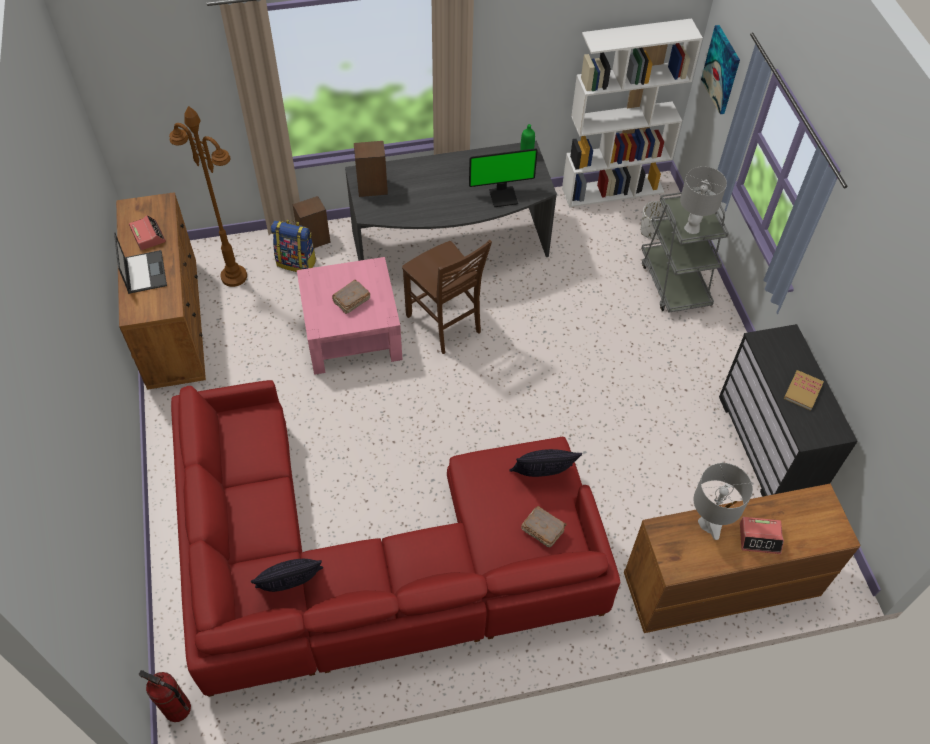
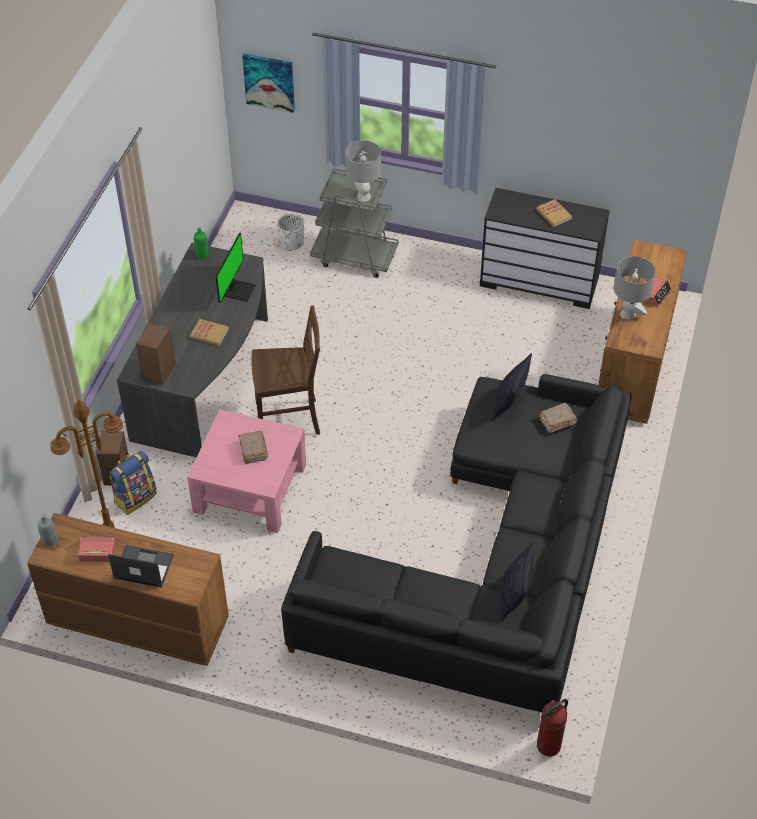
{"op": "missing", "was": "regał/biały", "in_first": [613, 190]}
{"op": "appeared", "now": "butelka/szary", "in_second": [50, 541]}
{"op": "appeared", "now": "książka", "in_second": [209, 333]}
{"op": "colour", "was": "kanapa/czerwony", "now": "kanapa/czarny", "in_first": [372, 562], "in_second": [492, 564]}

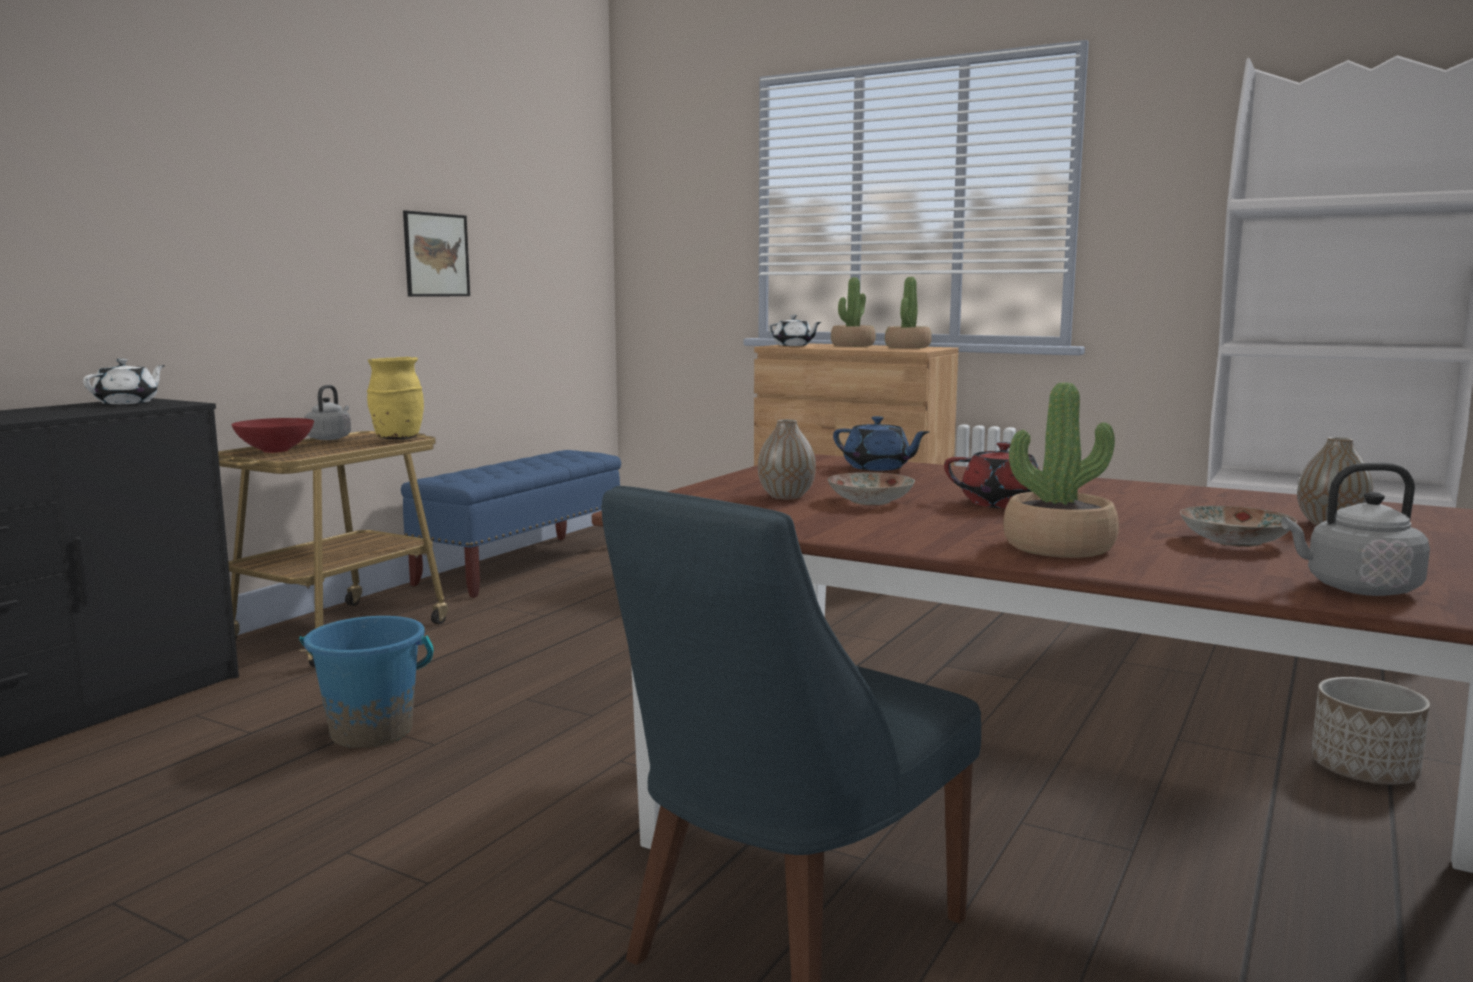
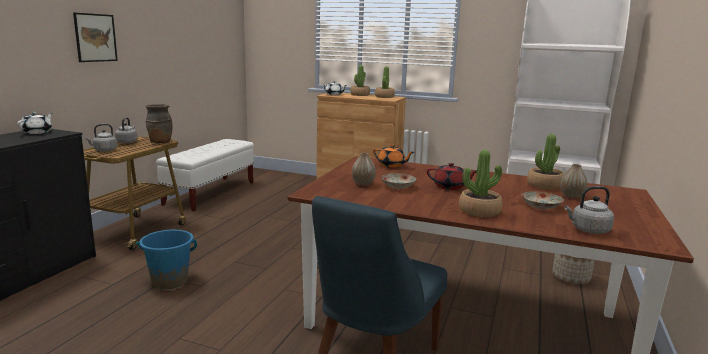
{"op": "appeared", "now": "roślina doniczkowa", "in_second": [544, 185]}
{"op": "relocated", "was": "obraz", "in_first": [436, 255], "in_second": [95, 37]}
{"op": "exchanged", "was": "miska/czerwony", "now": "czajnik/szary", "in_first": [274, 451], "in_second": [104, 150]}
{"op": "colour", "was": "wazon/żółty", "now": "wazon/brązowy", "in_first": [397, 438], "in_second": [160, 142]}
{"op": "colour", "was": "ławka/niebieski", "now": "ławka/biały", "in_first": [522, 565], "in_second": [211, 193]}
{"op": "colour", "was": "imbryk/niebieski", "now": "imbryk/pomarańczowy", "in_first": [878, 468], "in_second": [392, 165]}

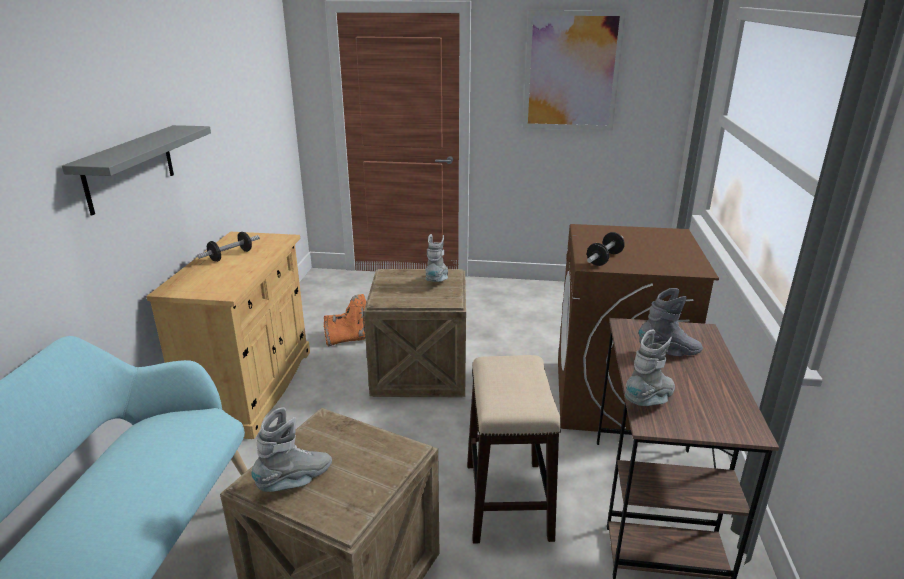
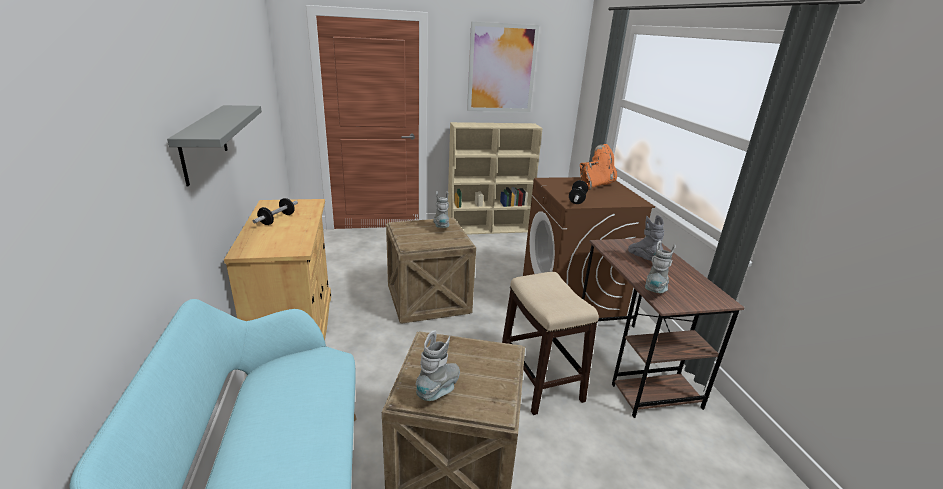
{"op": "appeared", "now": "regał/beżowy", "in_second": [489, 229]}
{"op": "relocated", "was": "but z cholewką/pomarańczowy", "in_first": [350, 339], "in_second": [595, 185]}
{"op": "spun", "was": "but z cholewką/szary", "in_first": [669, 353], "in_second": [643, 259], "clockwise": -75}

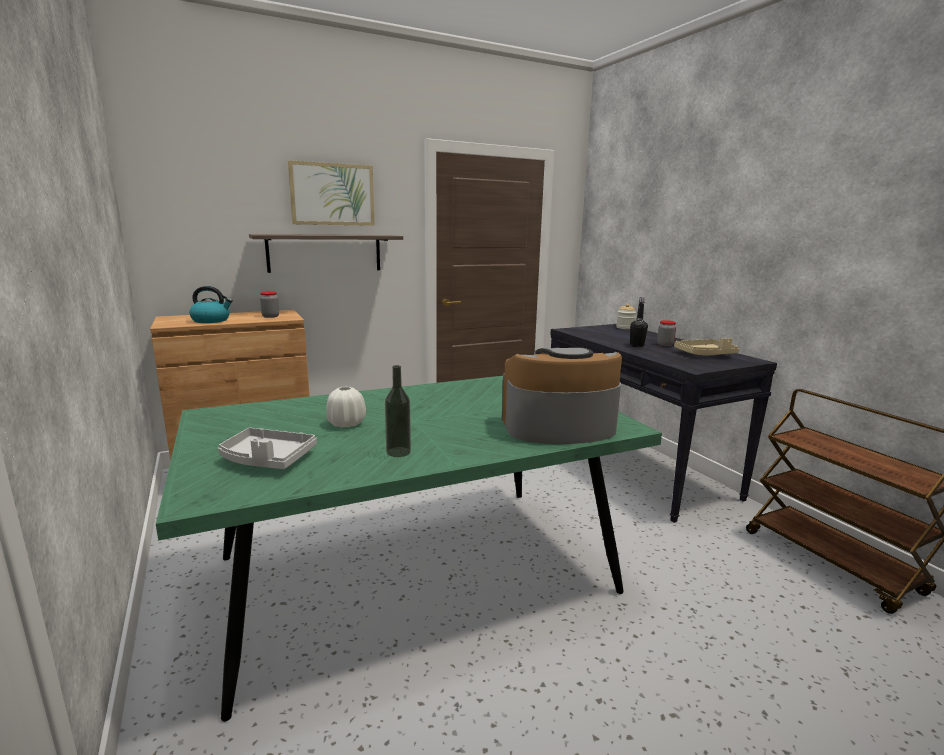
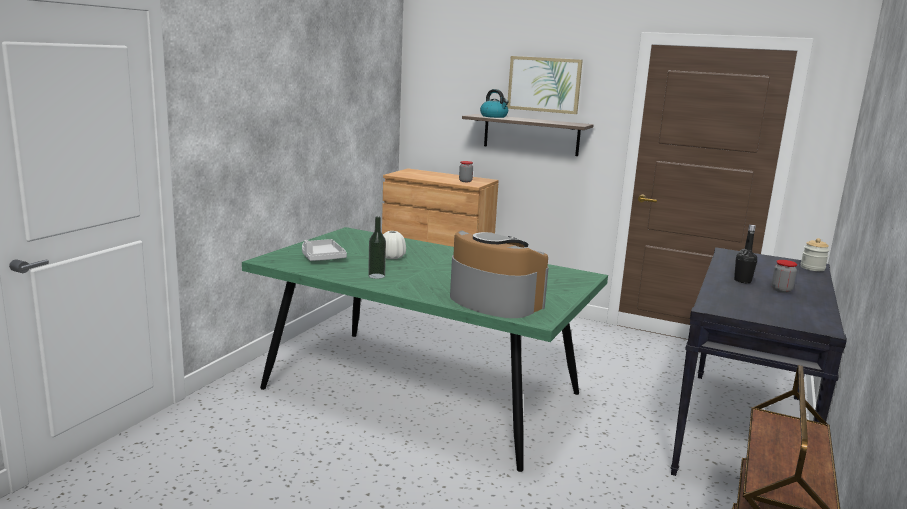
{"op": "missing", "was": "taca/beżowy", "in_first": [705, 354]}
{"op": "relocated", "was": "czajnik", "in_first": [211, 320], "in_second": [494, 116]}

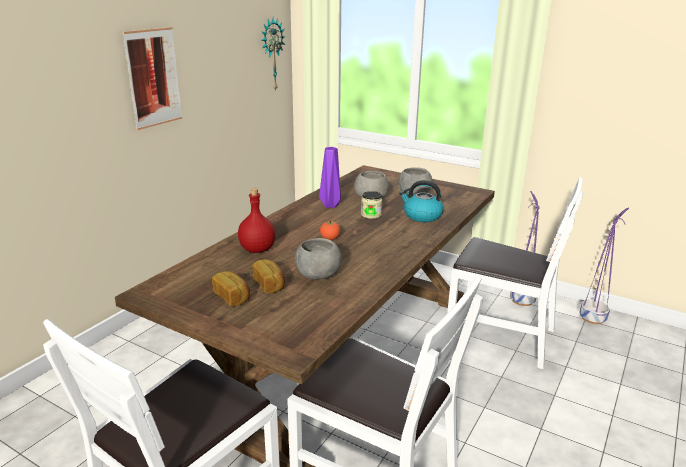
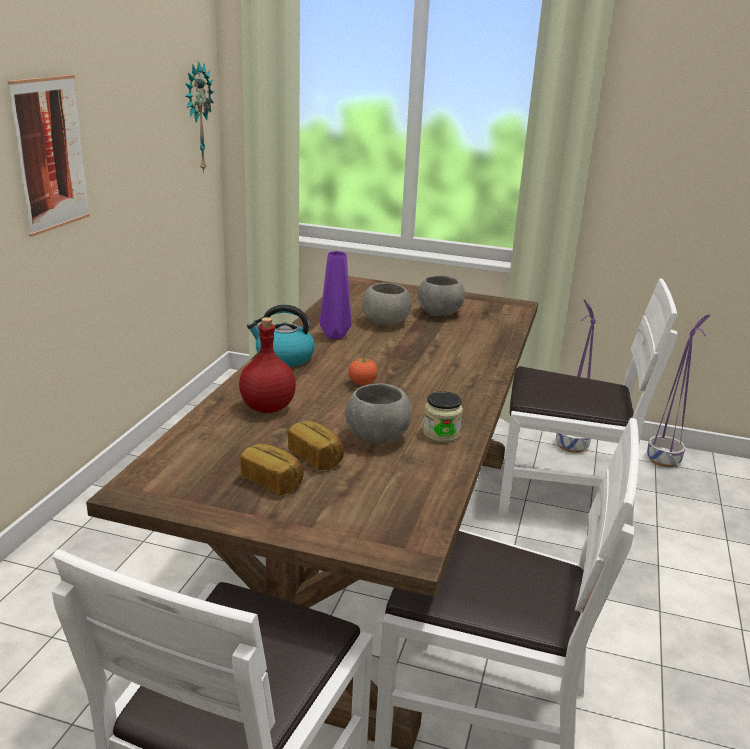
{"op": "relocated", "was": "słoik", "in_first": [371, 215], "in_second": [441, 433]}
{"op": "relocated", "was": "czajnik", "in_first": [422, 216], "in_second": [283, 358]}

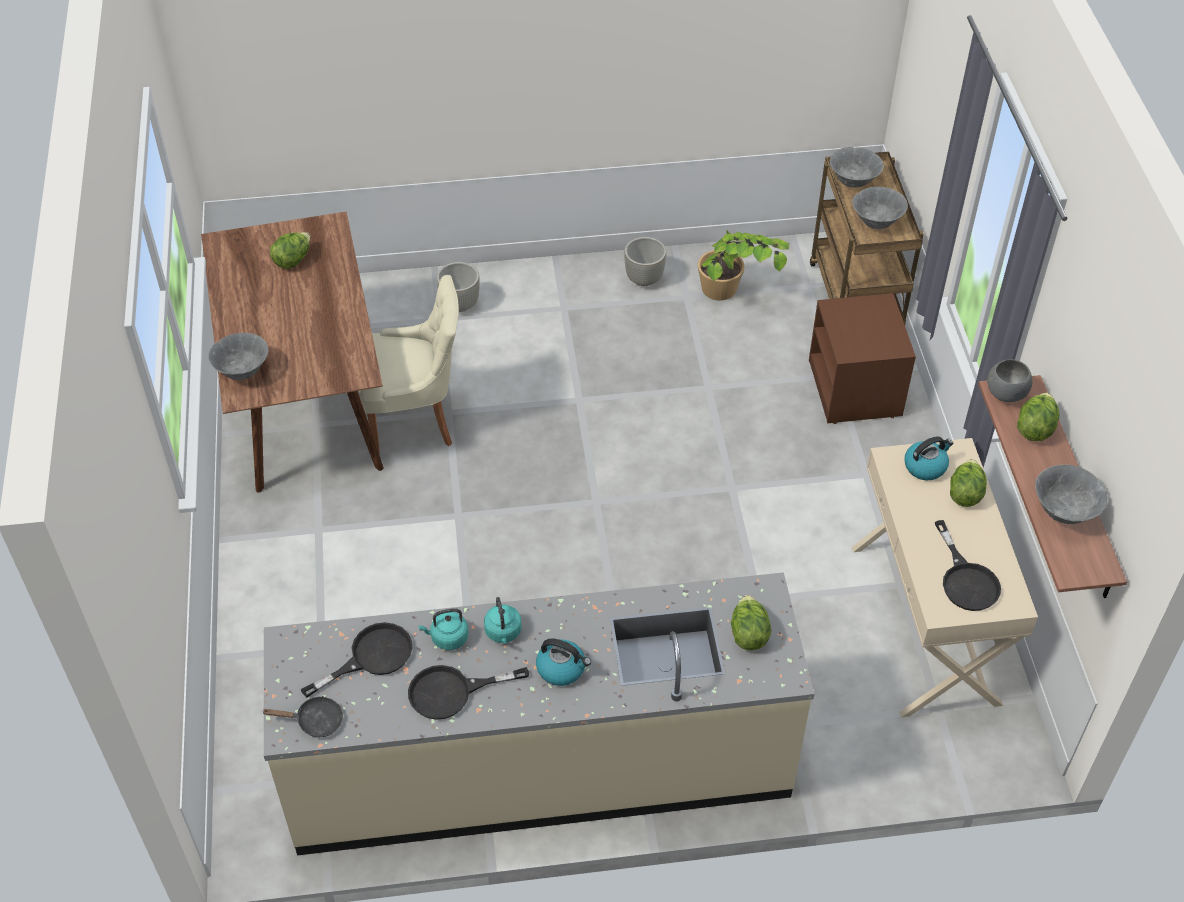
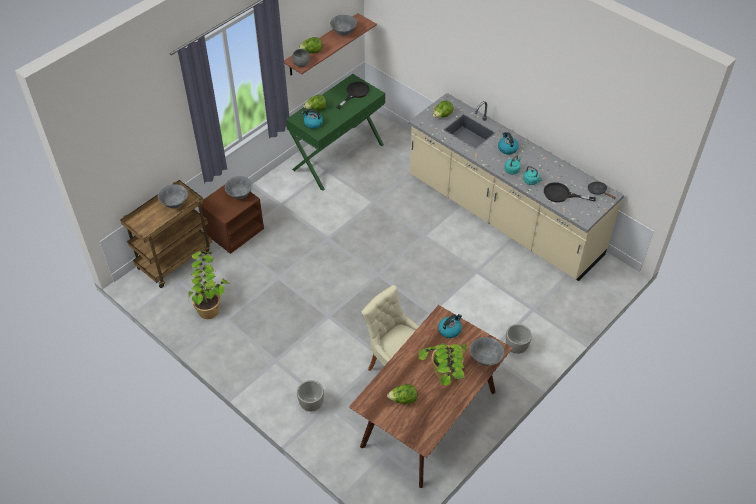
{"op": "missing", "was": "patelnia/czarny", "in_first": [452, 692]}
{"op": "appeared", "now": "roślina doniczkowa", "in_second": [444, 381]}
{"op": "appeared", "now": "czajnik", "in_second": [449, 330]}
{"op": "relocated", "was": "donica/szary", "in_first": [644, 279], "in_second": [516, 348]}
{"op": "relocated", "was": "miska/szary", "in_first": [853, 182], "in_second": [240, 195]}
{"op": "colour", "was": "stolik konsolowy/beżowy", "now": "stolik konsolowy/zielony", "in_first": [925, 623], "in_second": [338, 156]}

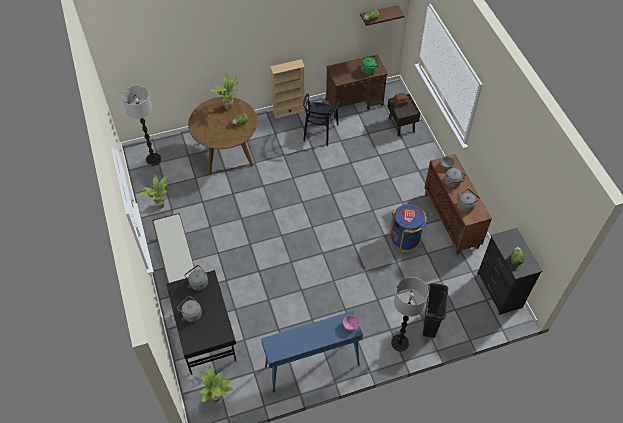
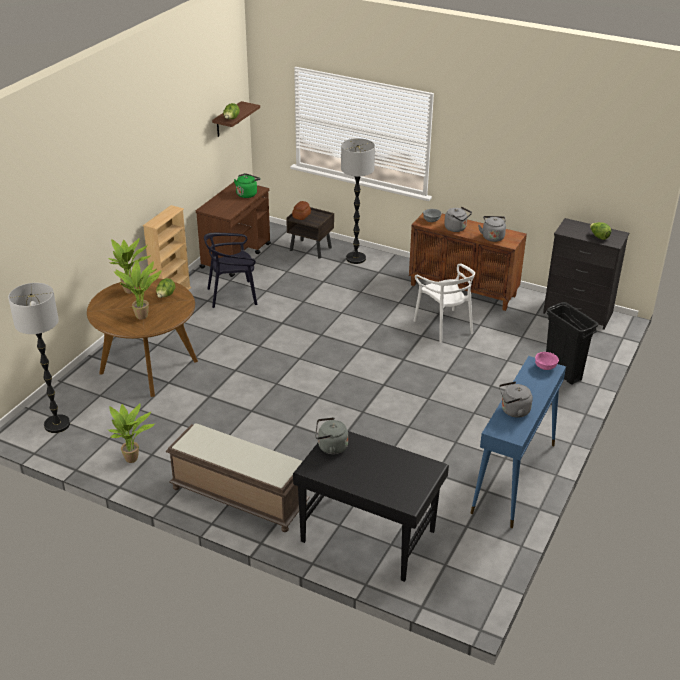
{"op": "relocated", "was": "czajnik/szary", "in_first": [191, 314], "in_second": [513, 411]}
{"op": "relocated", "was": "roślina doniczkowa", "in_first": [217, 398], "in_second": [143, 316]}
{"op": "relocated", "was": "lampa stojąca", "in_first": [400, 343], "in_second": [356, 258]}
{"op": "exchanged", "was": "kosz na śmieci/niebieski", "now": "krzesło/biały", "in_first": [405, 238], "in_second": [444, 326]}
{"op": "spun", "was": "krzesło/czarny", "in_first": [319, 131], "in_second": [232, 295], "clockwise": 105}

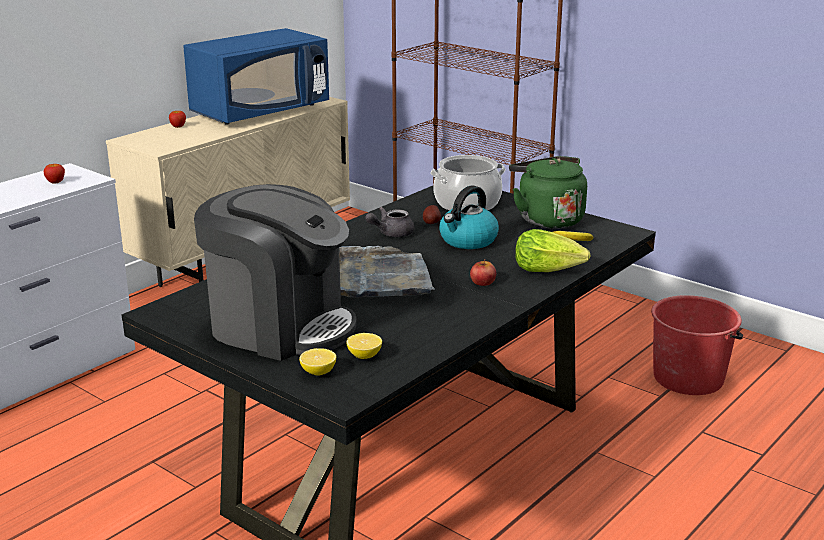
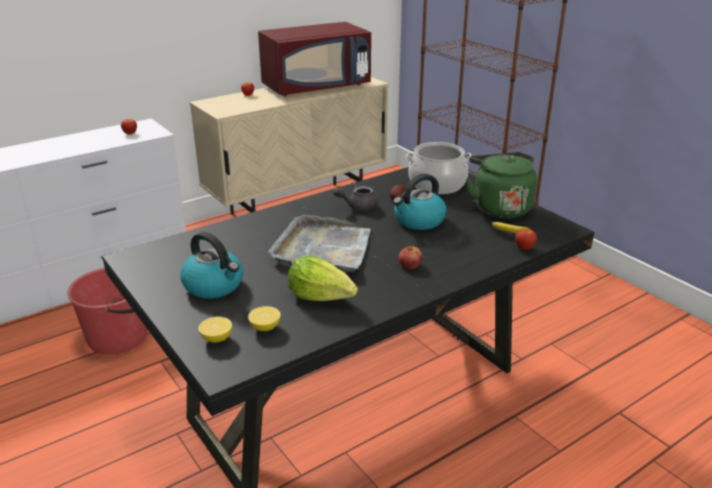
{"op": "appeared", "now": "jabłko", "in_second": [524, 248]}
{"op": "relocated", "was": "sałata", "in_first": [547, 269], "in_second": [321, 296]}
{"op": "relocated", "was": "wiadro/czerwony", "in_first": [689, 378], "in_second": [119, 336]}
{"op": "exchanged", "was": "ekspres do kawy", "now": "czajnik", "in_first": [280, 326], "in_second": [214, 285]}
{"op": "colour", "was": "mikrofalówka/niebieski", "now": "mikrofalówka/czerwony", "in_first": [260, 111], "in_second": [316, 87]}

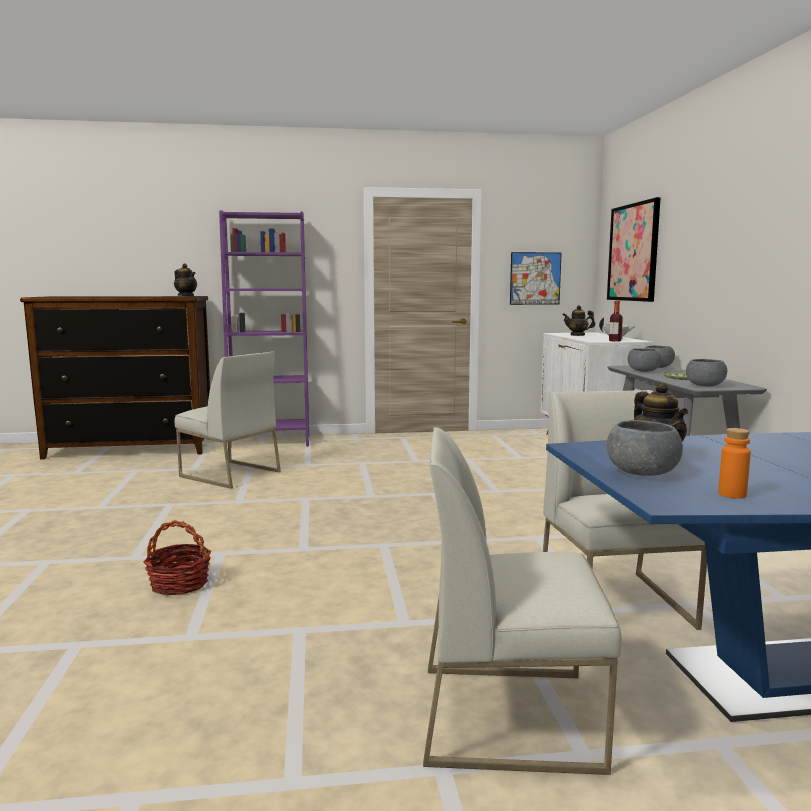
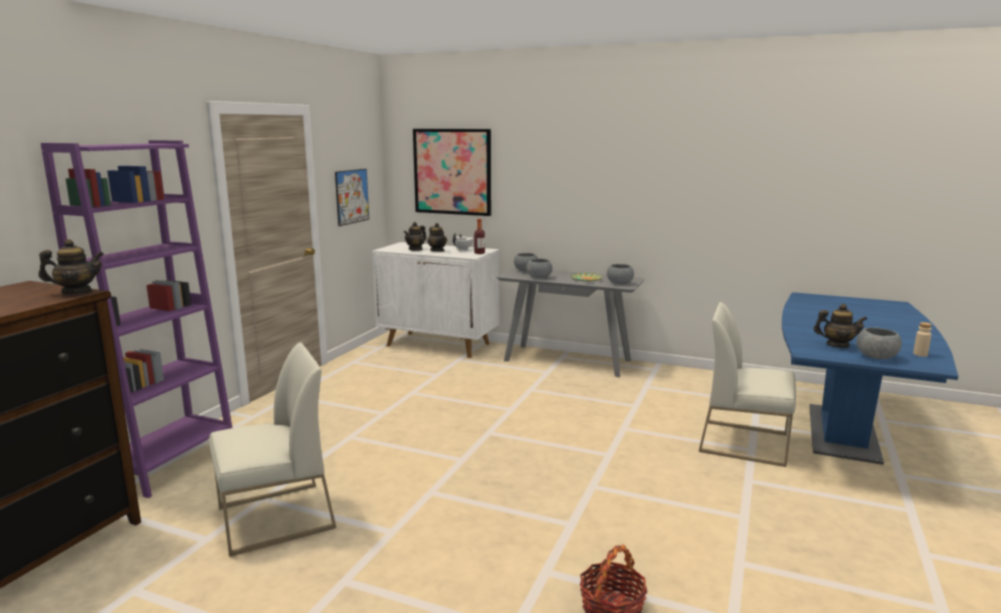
{"op": "missing", "was": "krzesło/biały", "in_first": [510, 715]}
{"op": "appeared", "now": "imbryk", "in_second": [437, 250]}
{"op": "colour", "was": "butelka/pomarańczowy", "now": "butelka/beżowy", "in_first": [732, 494], "in_second": [920, 354]}

